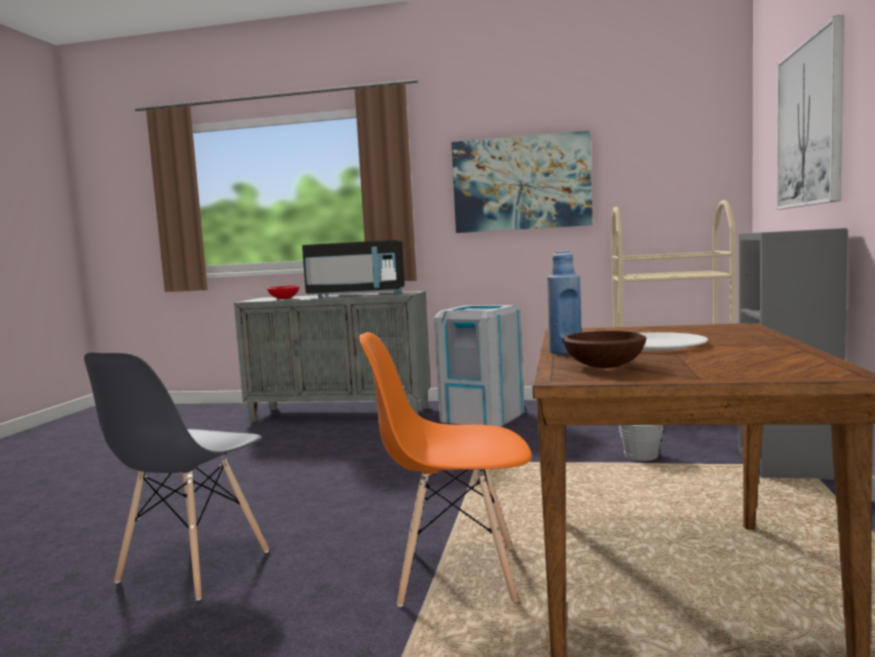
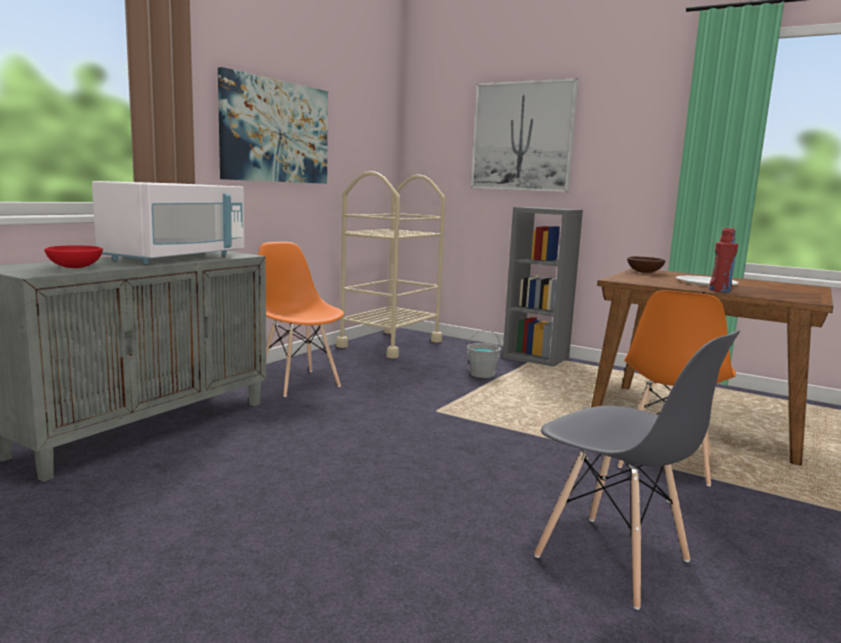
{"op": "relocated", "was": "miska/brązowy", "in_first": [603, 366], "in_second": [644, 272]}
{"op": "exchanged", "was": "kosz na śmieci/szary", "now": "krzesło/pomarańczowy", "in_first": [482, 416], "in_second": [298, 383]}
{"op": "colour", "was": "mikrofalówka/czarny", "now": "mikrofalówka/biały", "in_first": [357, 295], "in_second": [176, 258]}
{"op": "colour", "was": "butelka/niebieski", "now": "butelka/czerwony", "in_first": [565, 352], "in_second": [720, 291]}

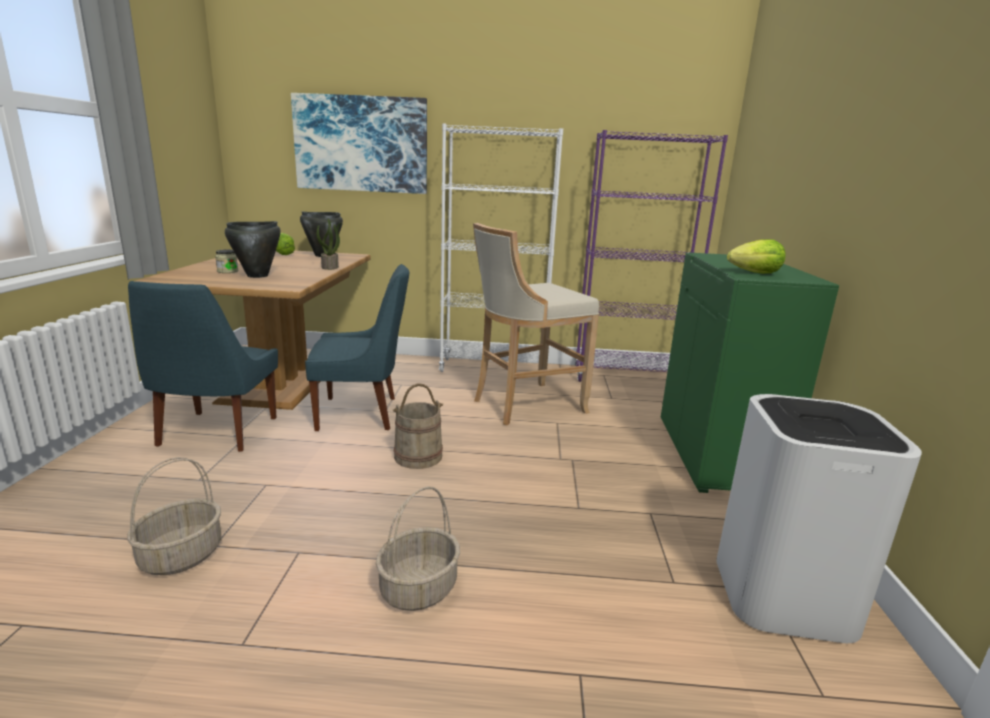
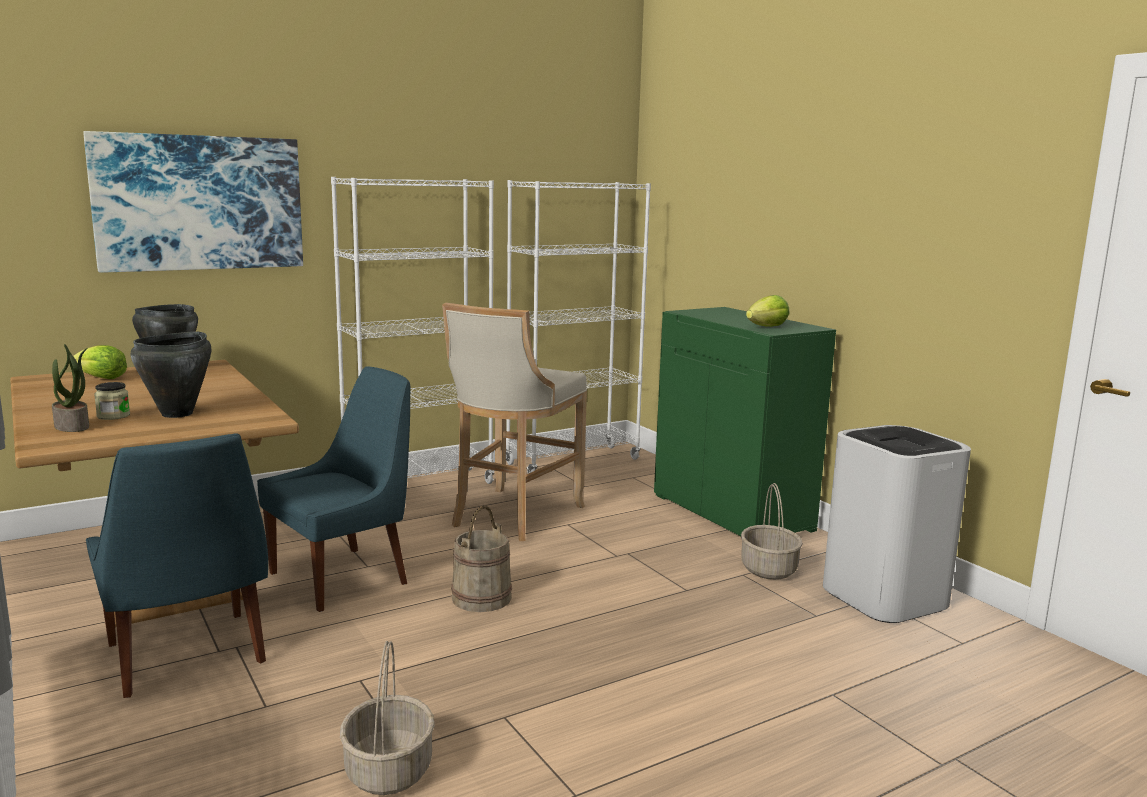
{"op": "relocated", "was": "roślina doniczkowa", "in_first": [330, 267], "in_second": [73, 426]}
{"op": "relocated", "was": "koszyk", "in_first": [418, 589], "in_second": [769, 569]}
{"op": "colour", "was": "regał/fioletowy", "now": "regał/biały", "in_first": [628, 378], "in_second": [573, 461]}

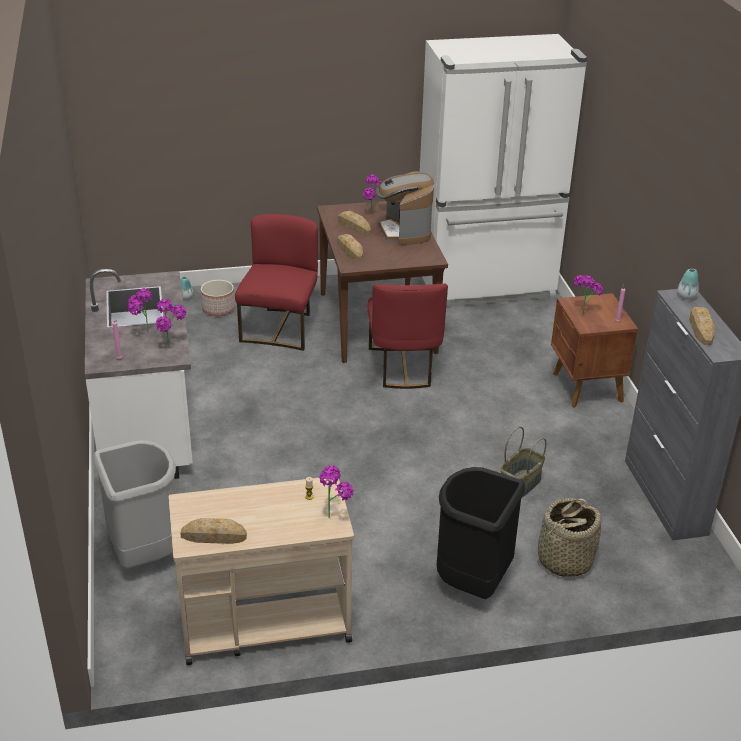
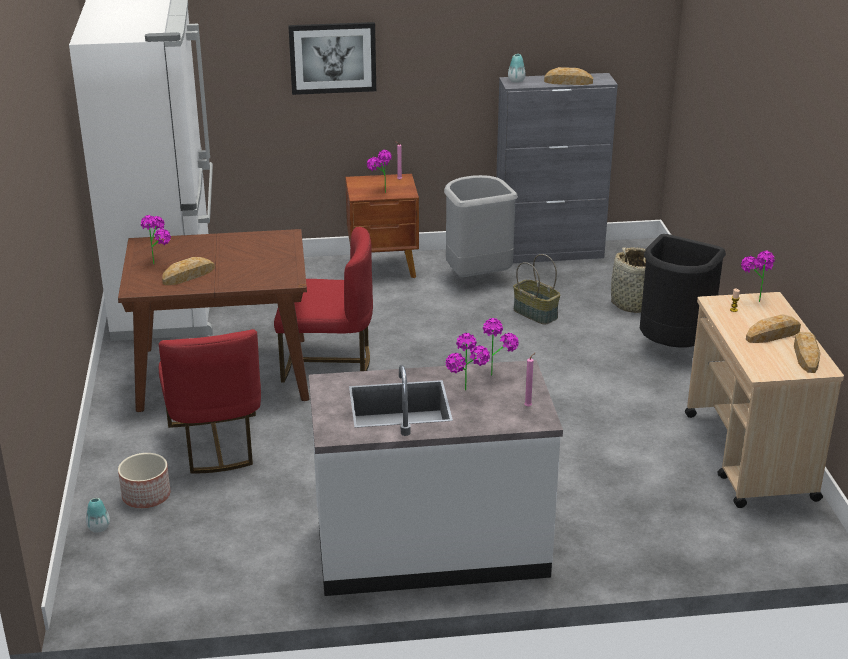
{"op": "missing", "was": "ekspres do kawy", "in_first": [404, 232]}
{"op": "appeared", "now": "obraz", "in_second": [332, 58]}
{"op": "relocated", "was": "kosz na śmieci/szary", "in_first": [145, 554], "in_second": [476, 277]}
{"op": "relocated", "was": "chleb", "in_first": [349, 250], "in_second": [773, 334]}
{"op": "spun", "was": "krzesło/czerwony", "in_first": [280, 328], "in_second": [216, 444], "clockwise": -120}

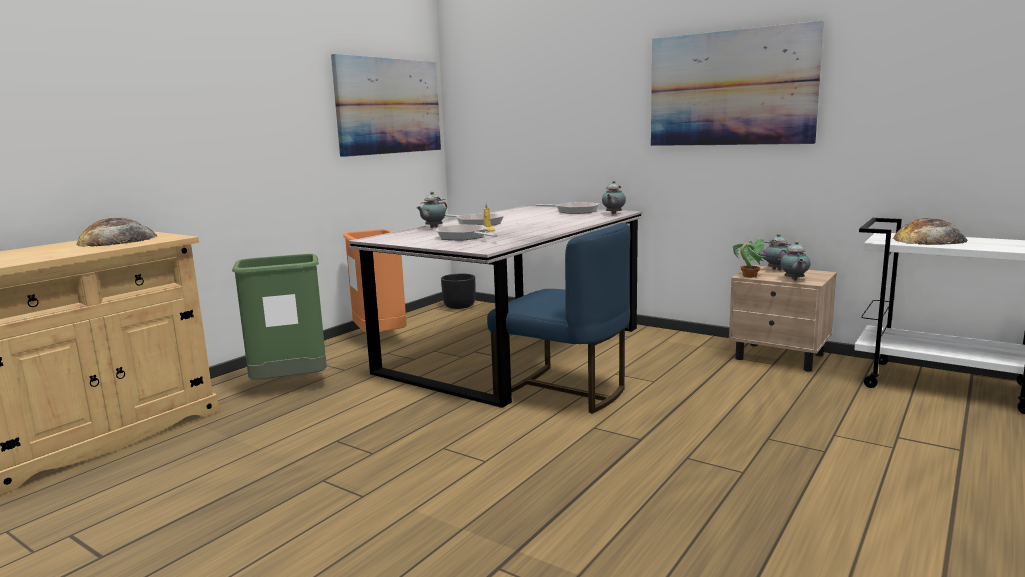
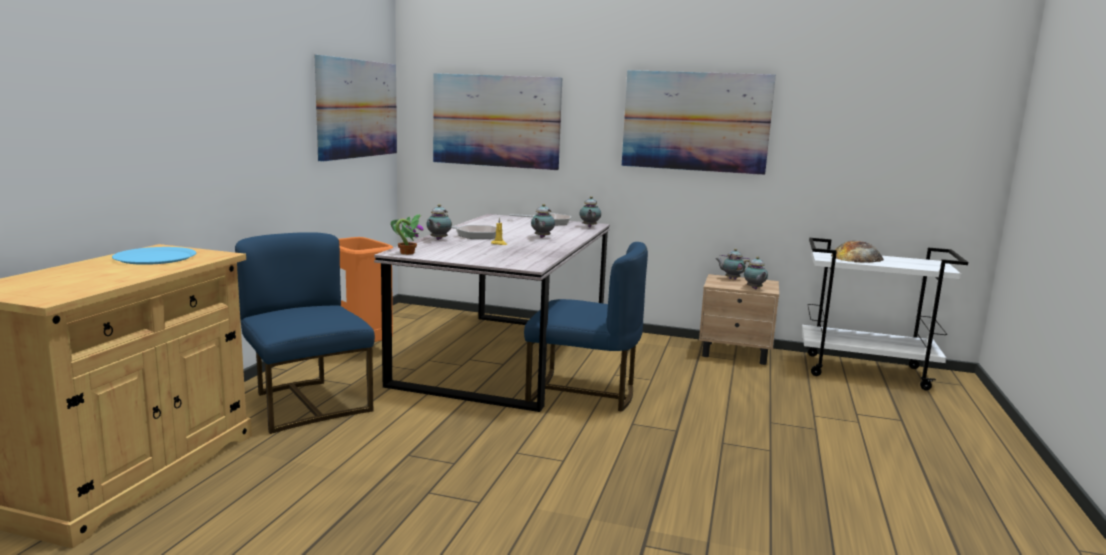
{"op": "missing", "was": "patelnia", "in_first": [464, 237]}
{"op": "missing", "was": "donica/czarny", "in_first": [459, 306]}
{"op": "appeared", "now": "obraz", "in_second": [496, 121]}
{"op": "appeared", "now": "imbryk", "in_second": [541, 237]}
{"op": "relocated", "was": "roślina doniczkowa", "in_first": [749, 276], "in_second": [406, 253]}
{"op": "exchanged", "was": "chleb", "now": "talerz/niebieski", "in_first": [117, 240], "in_second": [155, 257]}
{"op": "exchanged", "was": "kosz na śmieci/zielony", "now": "krzesło/niebieski", "in_first": [290, 385], "in_second": [307, 404]}

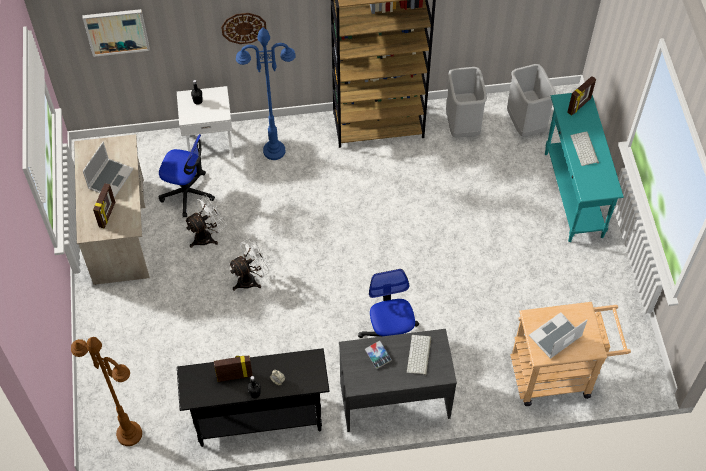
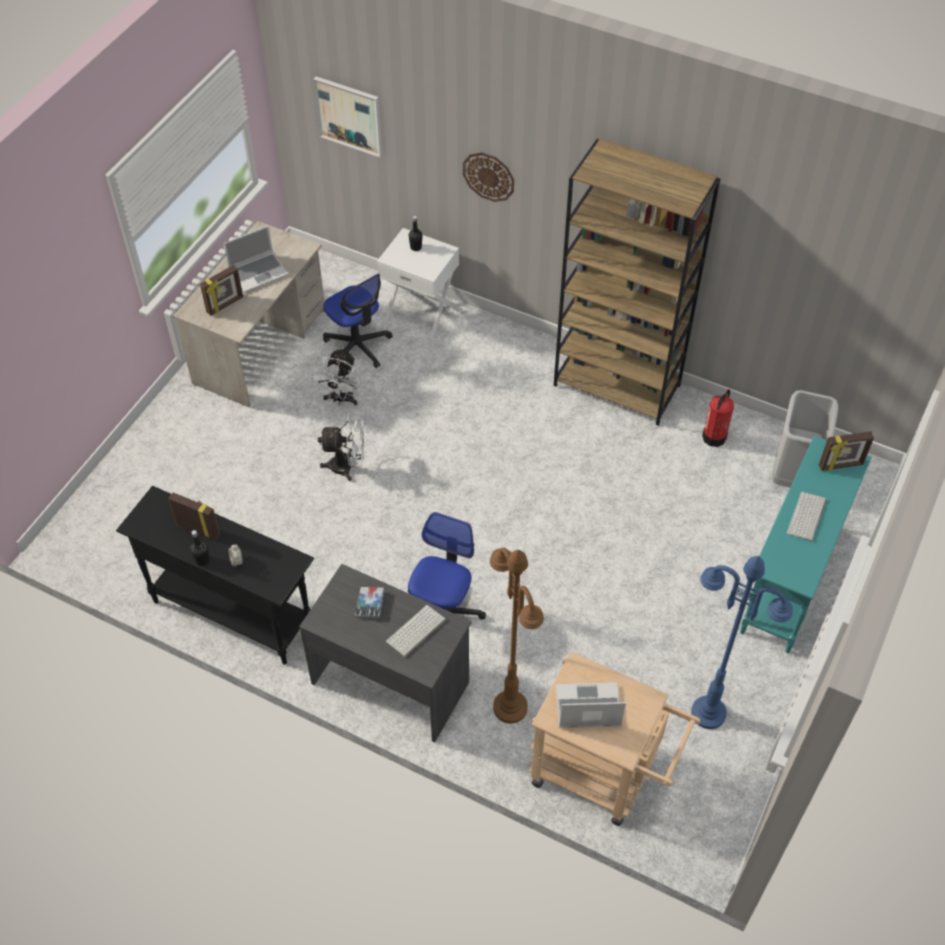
{"op": "relocated", "was": "lampa stojąca/brązowy", "in_first": [129, 434], "in_second": [510, 707]}
{"op": "relocated", "was": "lampa stojąca/niebieski", "in_first": [274, 151], "in_second": [709, 713]}
{"op": "exchanged", "was": "kosz na śmieci/szary", "now": "gaśnica", "in_first": [463, 126], "in_second": [714, 437]}
{"op": "spun", "was": "wentylator/biały", "in_first": [207, 236], "in_second": [341, 399], "clockwise": 105}

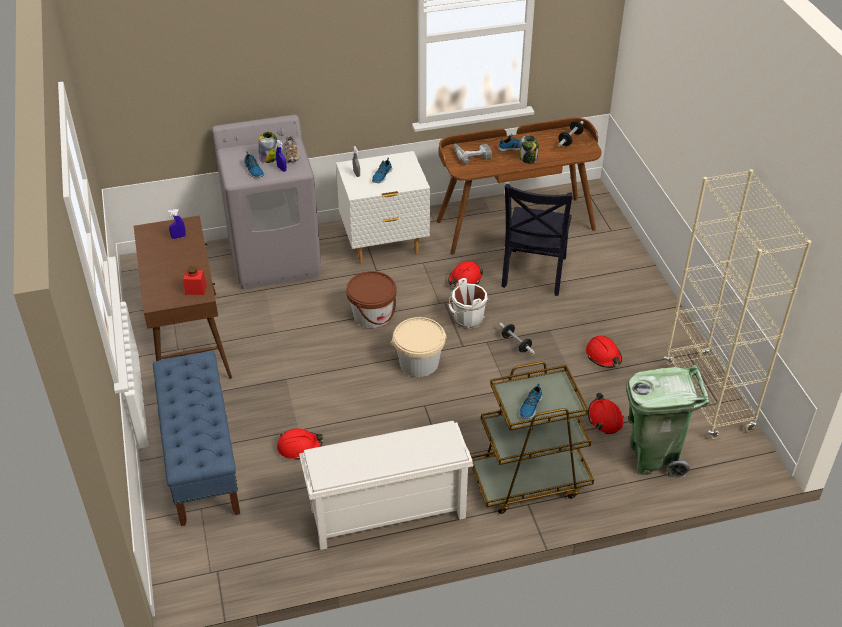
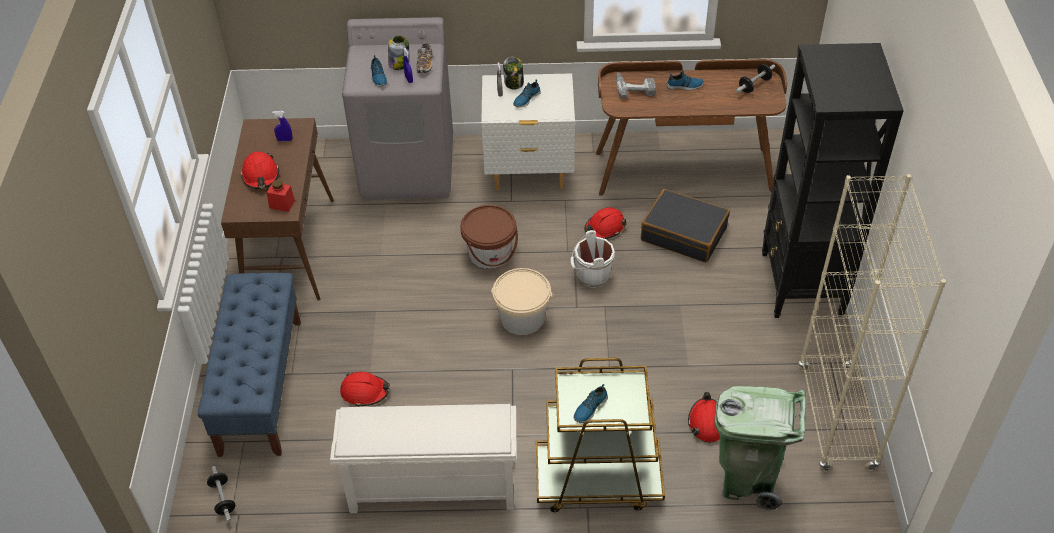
{"op": "appeared", "now": "regał/czarny", "in_second": [801, 285]}
{"op": "relocated", "was": "hantel", "in_first": [516, 344], "in_second": [223, 499]}
{"op": "relocated", "was": "słoik", "in_first": [528, 158], "in_second": [514, 83]}
{"op": "relocated", "was": "kask/czerwony", "in_first": [603, 356], "in_second": [261, 176]}
{"op": "exchanged", "was": "krzesło/czarny", "now": "walizka/czarny", "in_first": [533, 274], "in_second": [684, 234]}

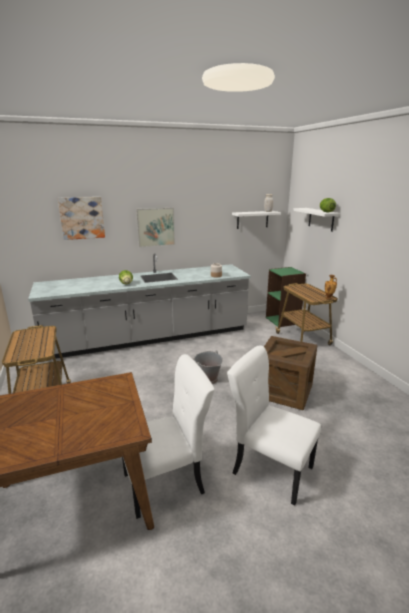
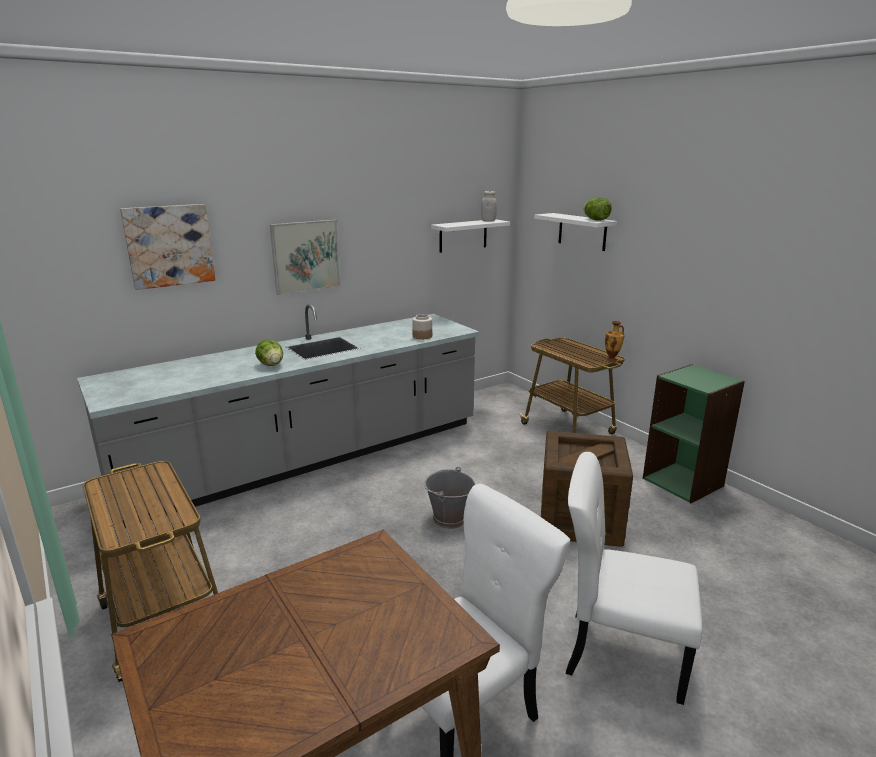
{"op": "relocated", "was": "regał/zielony", "in_first": [283, 320], "in_second": [683, 482]}

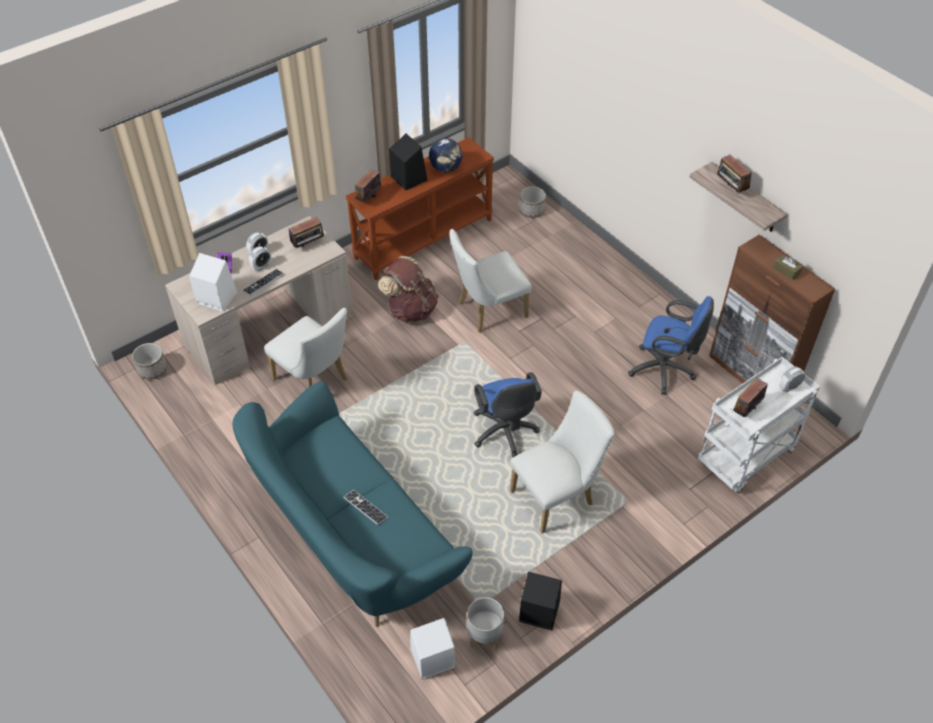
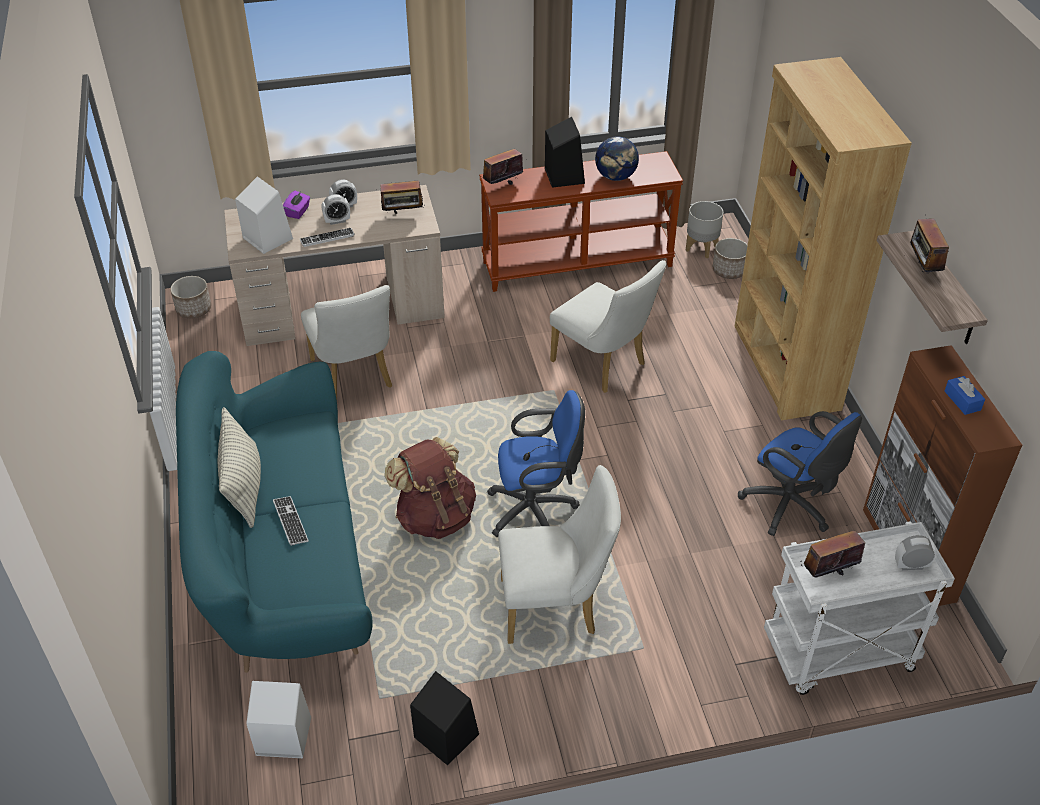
{"op": "appeared", "now": "poduszka", "in_second": [244, 486]}
{"op": "appeared", "now": "regał/brązowy", "in_second": [785, 367]}
{"op": "relocated", "was": "plecak/brązowy", "in_first": [410, 309], "in_second": [435, 516]}
{"op": "relocated", "was": "donica/szary", "in_first": [484, 637], "in_second": [701, 248]}
{"op": "colour", "was": "pudełko chusteczek/brązowy", "now": "pudełko chusteczek/niebieski", "in_first": [786, 271], "in_second": [962, 400]}
{"op": "spun", "was": "krzesło/biały", "in_first": [487, 311], "in_second": [603, 365], "clockwise": -135}
{"op": "spun", "was": "krzesło biurowe/niebieski", "in_first": [505, 434], "in_second": [536, 510], "clockwise": -105}

